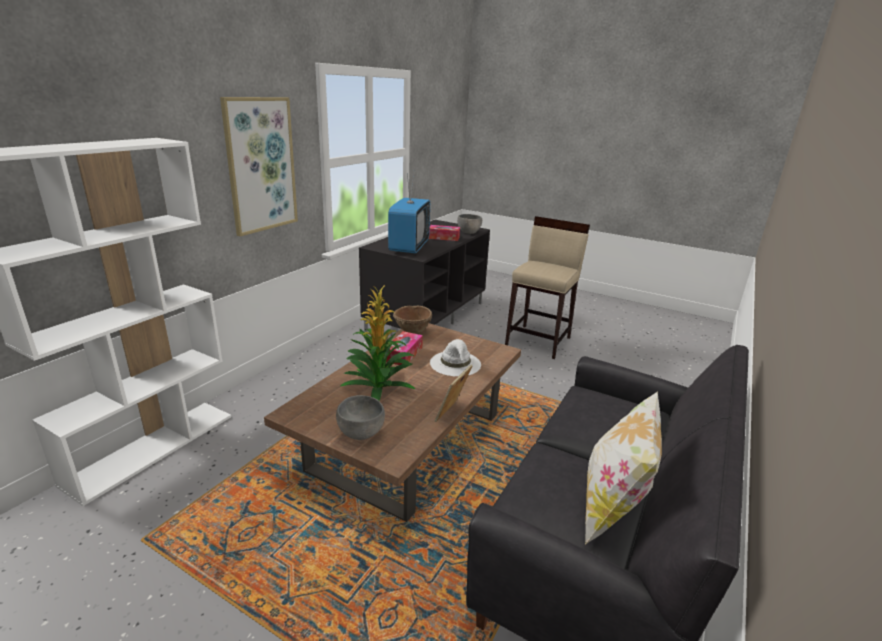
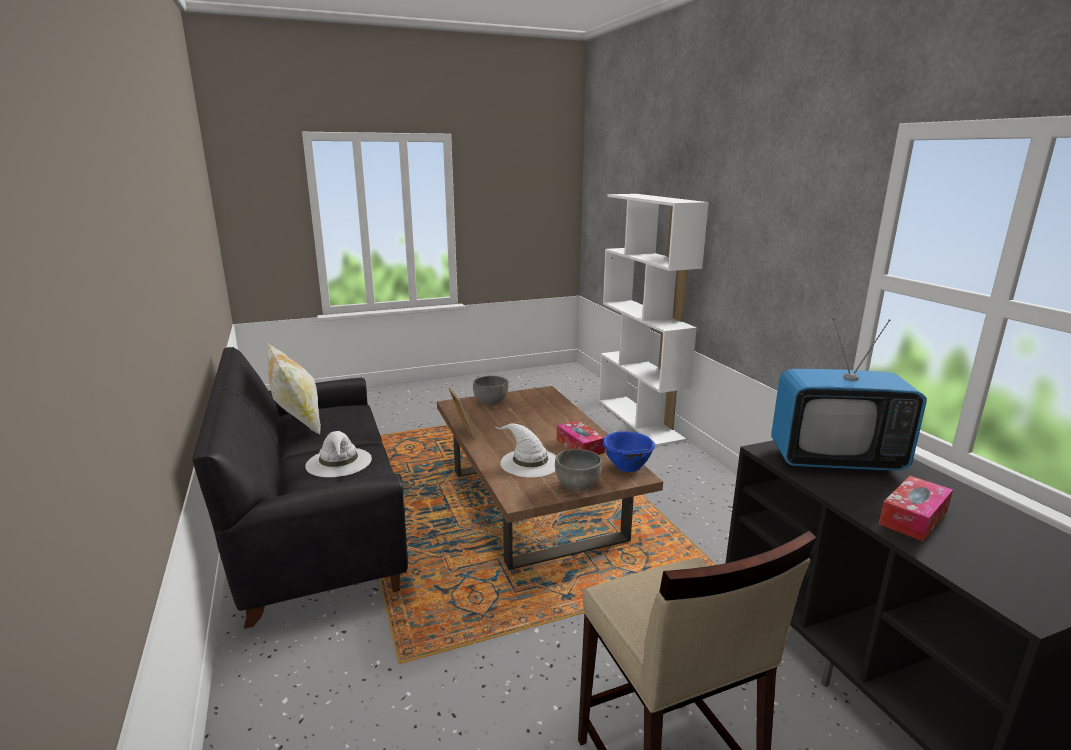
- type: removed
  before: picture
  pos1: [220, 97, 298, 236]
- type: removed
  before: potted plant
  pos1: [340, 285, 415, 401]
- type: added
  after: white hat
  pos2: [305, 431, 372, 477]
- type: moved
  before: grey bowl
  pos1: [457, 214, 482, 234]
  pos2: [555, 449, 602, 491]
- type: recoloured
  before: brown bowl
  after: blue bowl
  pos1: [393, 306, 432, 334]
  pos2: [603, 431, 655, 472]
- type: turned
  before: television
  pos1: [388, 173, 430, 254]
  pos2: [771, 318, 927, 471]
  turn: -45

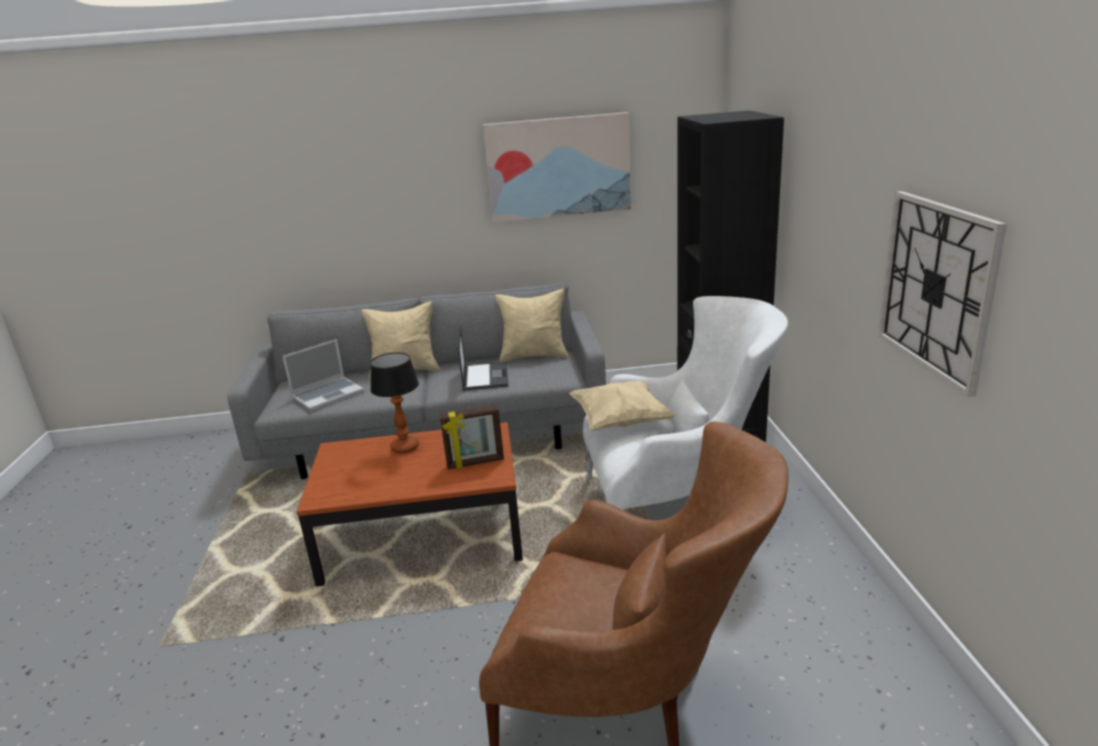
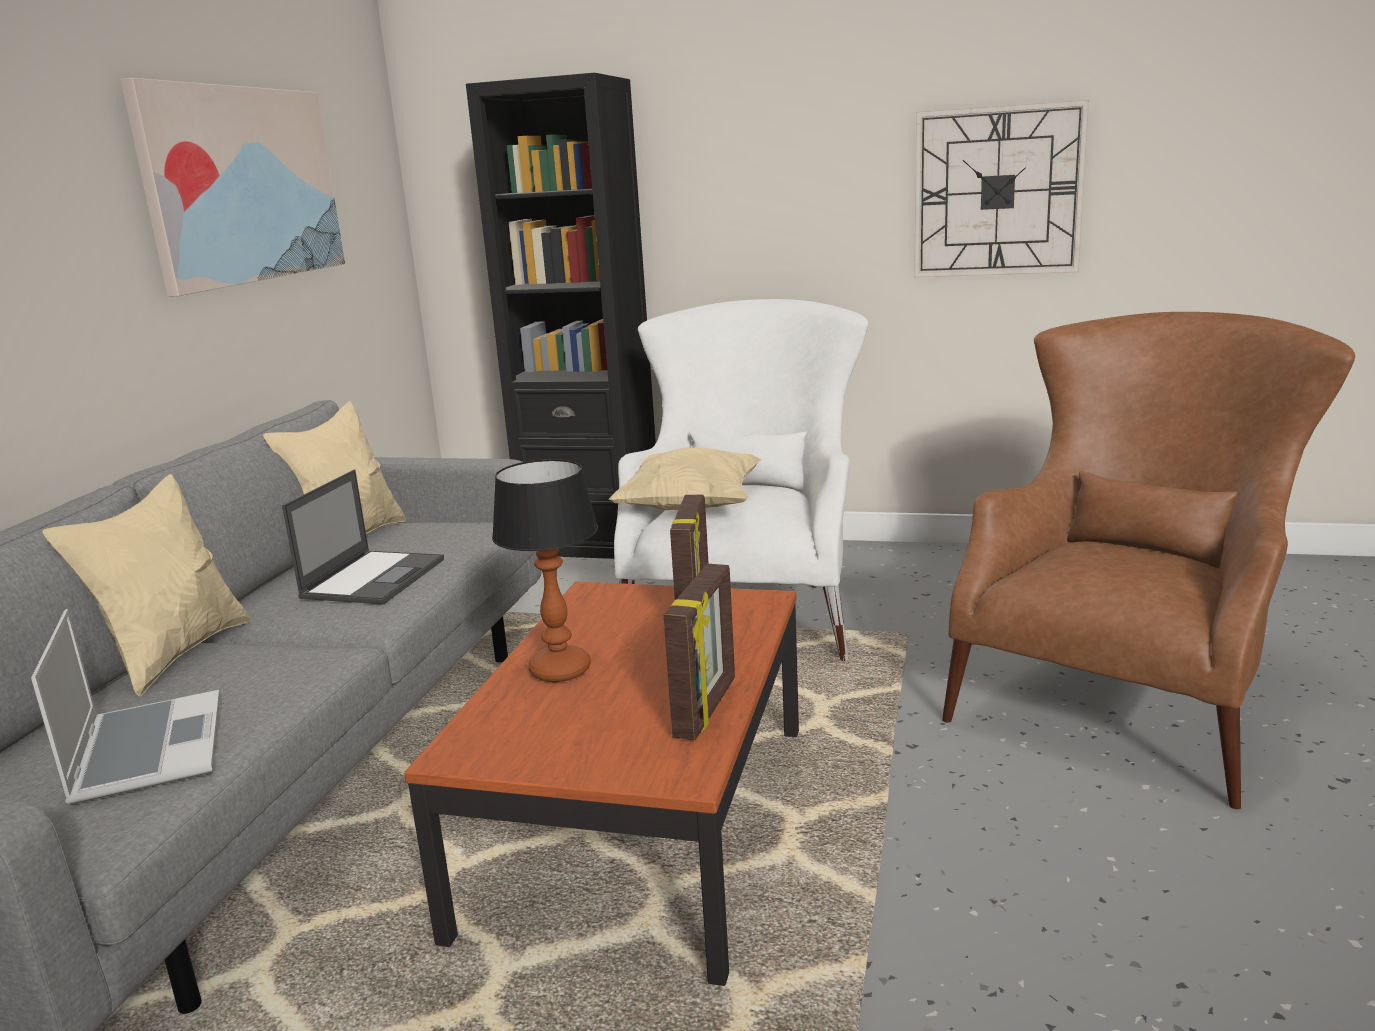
- type: added
  after: picture frame
  pos2: [664, 564, 735, 740]
- type: turned
  before: laptop
  pos1: [457, 327, 508, 391]
  pos2: [282, 469, 444, 605]
  turn: 90

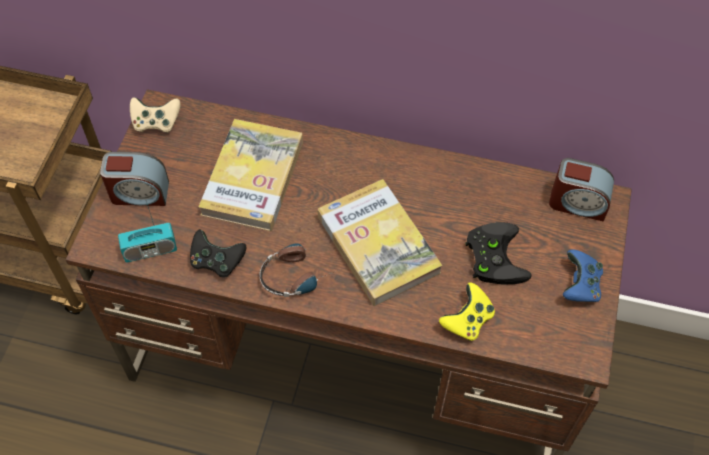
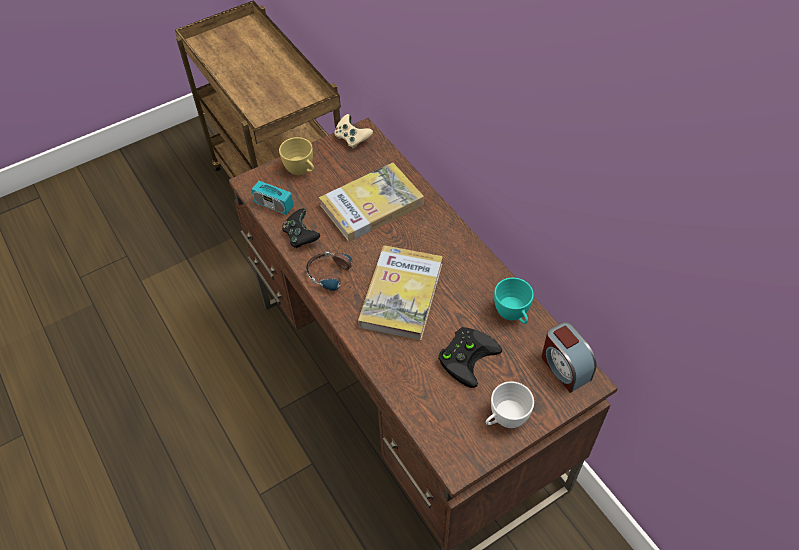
- type: removed
  before: yellow game controller
  pos1: [439, 282, 495, 341]
- type: added
  after: turquoise cup
  pos2: [494, 278, 534, 324]
- type: replaced
  before: alarm clock
  after: yellow cup
  pos1: [100, 152, 169, 206]
  pos2: [279, 137, 314, 175]
- type: replaced
  before: blue game controller
  after: white cup
  pos1: [563, 250, 603, 302]
  pos2: [486, 381, 534, 428]

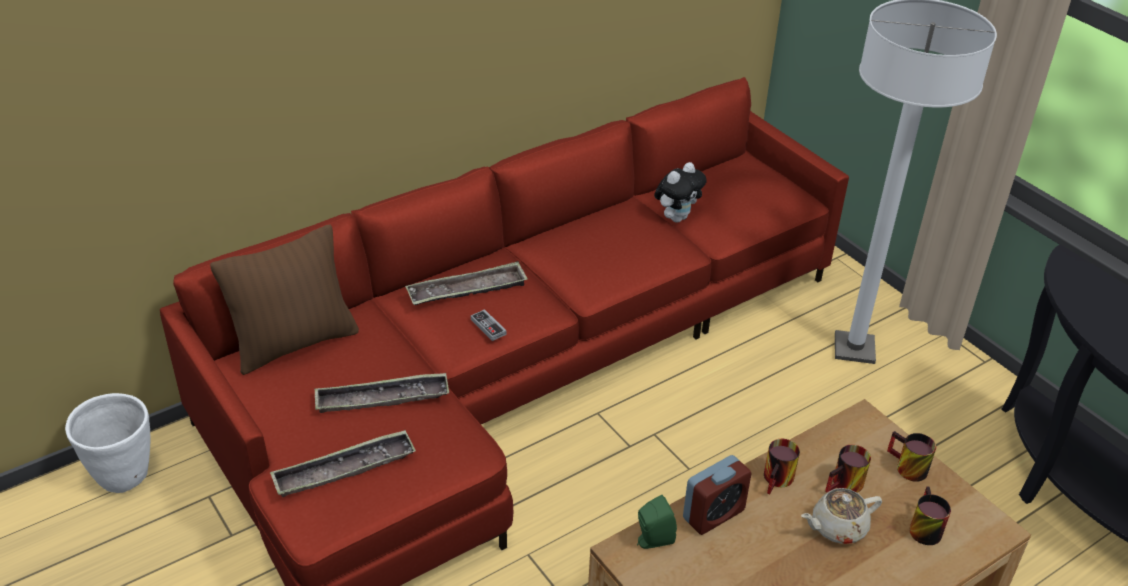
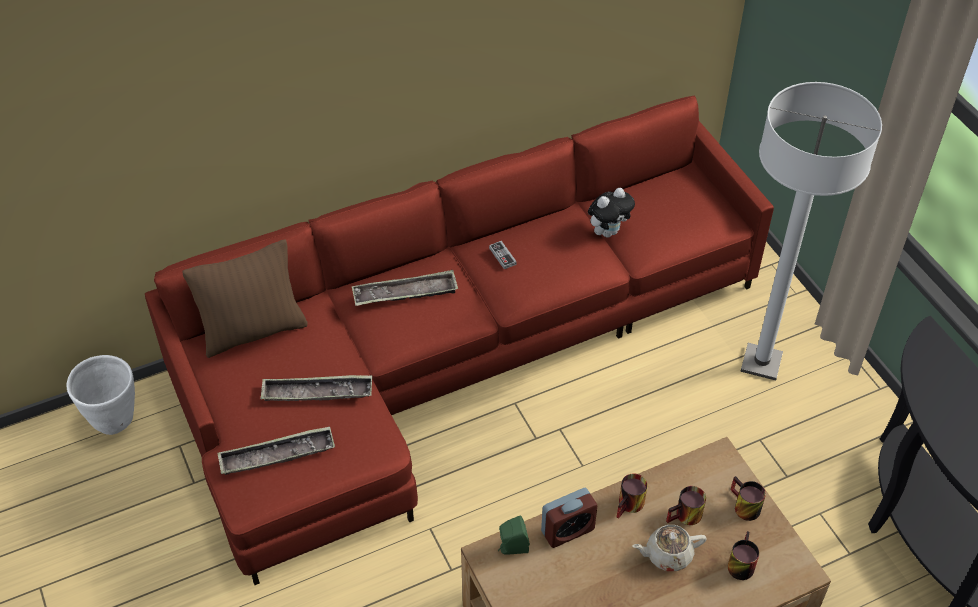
- type: moved
  before: game controller
  pos1: [471, 309, 506, 341]
  pos2: [489, 241, 517, 269]

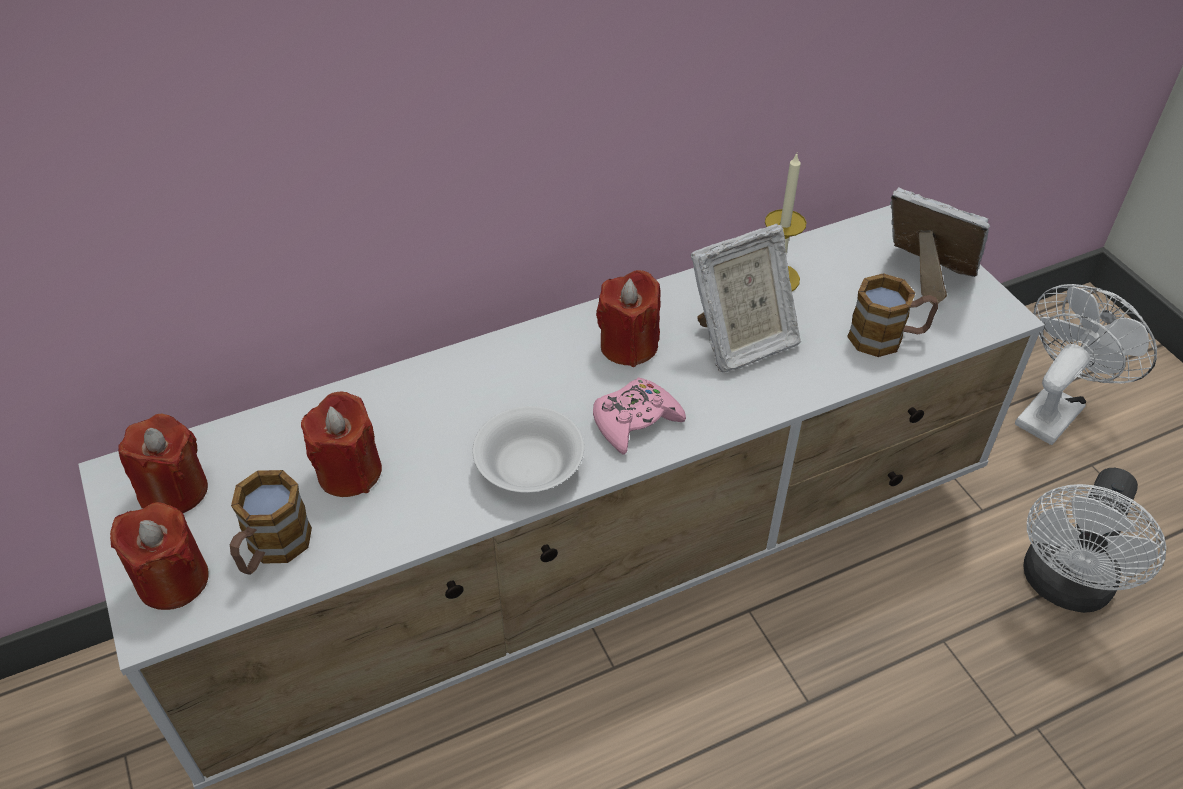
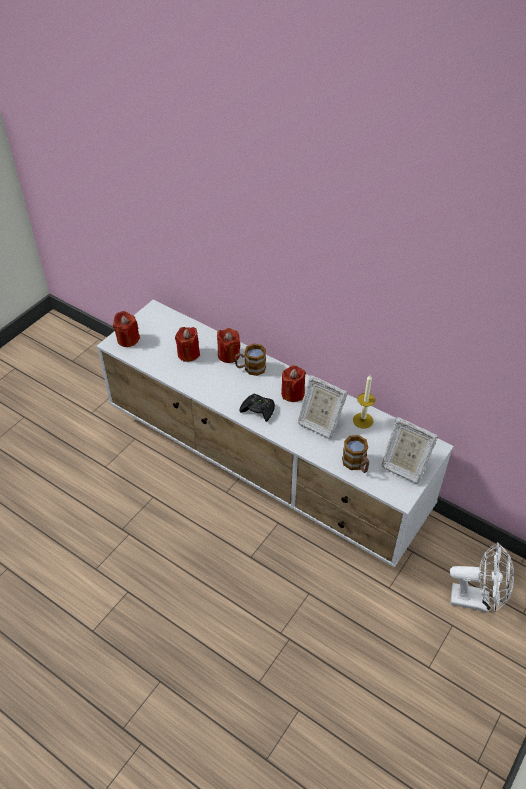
- type: removed
  before: white bowl
  pos1: [472, 406, 584, 493]
- type: removed
  before: white fan
  pos1: [1024, 468, 1166, 613]
- type: moved
  before: red candle
  pos1: [118, 414, 208, 513]
  pos2: [217, 328, 241, 363]
- type: moved
  before: mug
  pos1: [230, 470, 312, 575]
  pos2: [235, 343, 266, 376]
- type: recoloured
  before: pink game controller
  after: black game controller
  pos1: [593, 378, 686, 455]
  pos2: [240, 394, 275, 422]
- type: turned
  before: picture frame
  pos1: [890, 187, 990, 305]
  pos2: [382, 417, 438, 484]
  turn: 120

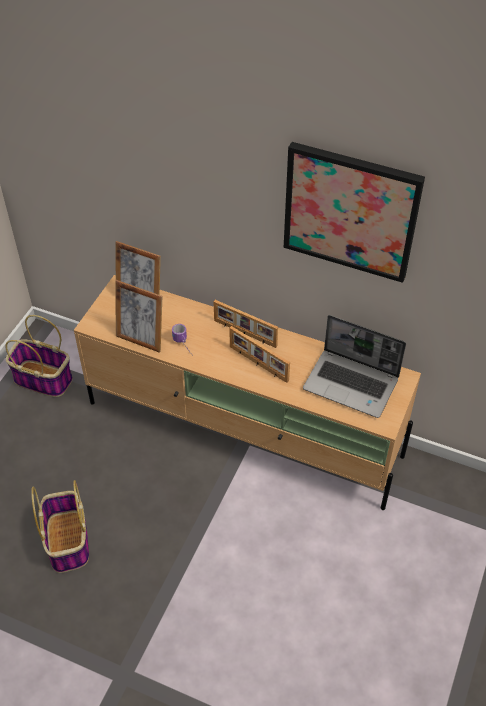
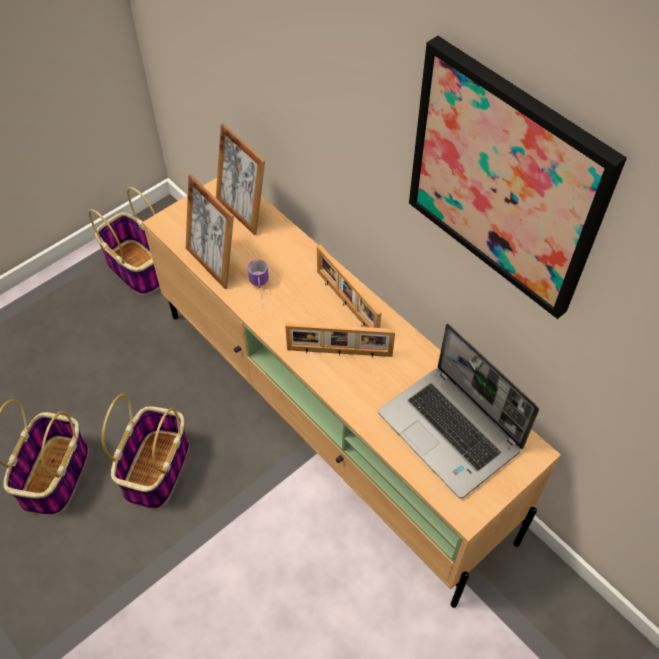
- type: added
  after: basket
  pos2: [102, 394, 189, 510]
- type: turned
  before: picture frame
  pos1: [229, 326, 290, 383]
  pos2: [285, 322, 395, 358]
  turn: -60

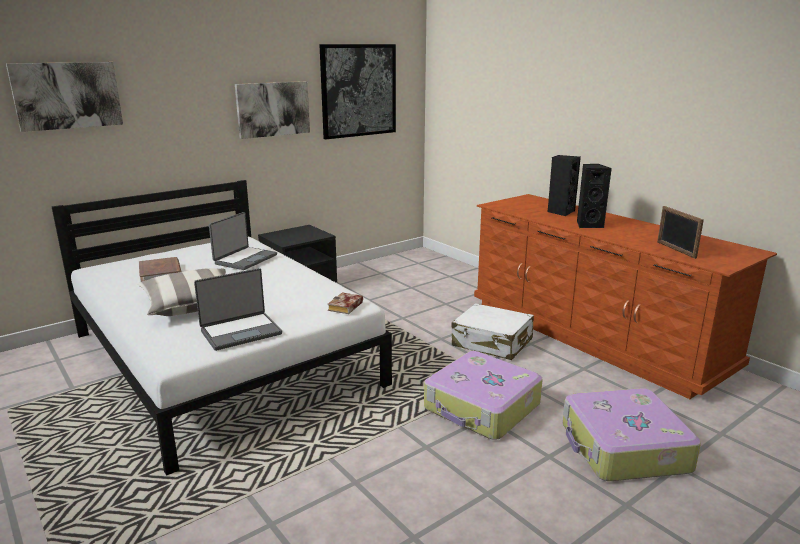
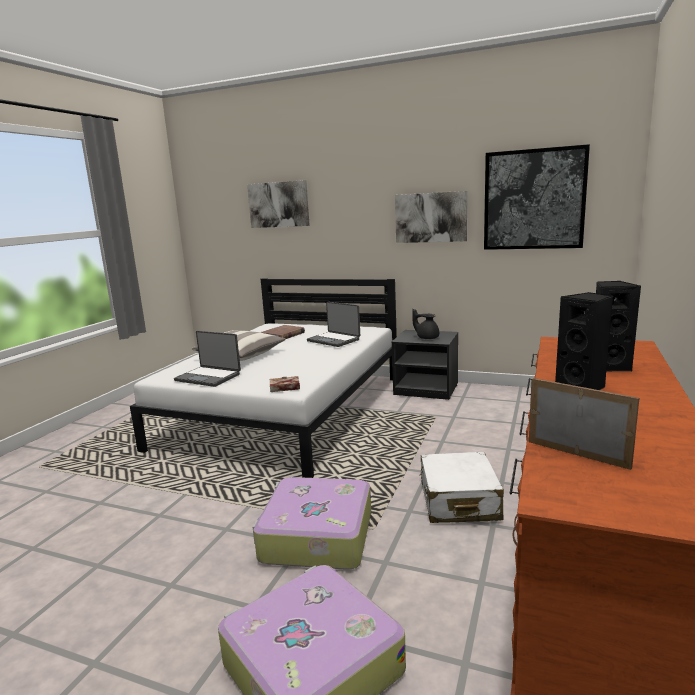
- type: added
  after: black teapot
  pos2: [412, 309, 439, 339]
- type: turned
  before: laptop
  pos1: [209, 212, 277, 270]
  pos2: [307, 302, 360, 347]
  turn: 45
- type: turned
  before: picture frame
  pos1: [657, 206, 704, 259]
  pos2: [529, 378, 639, 470]
  turn: 90

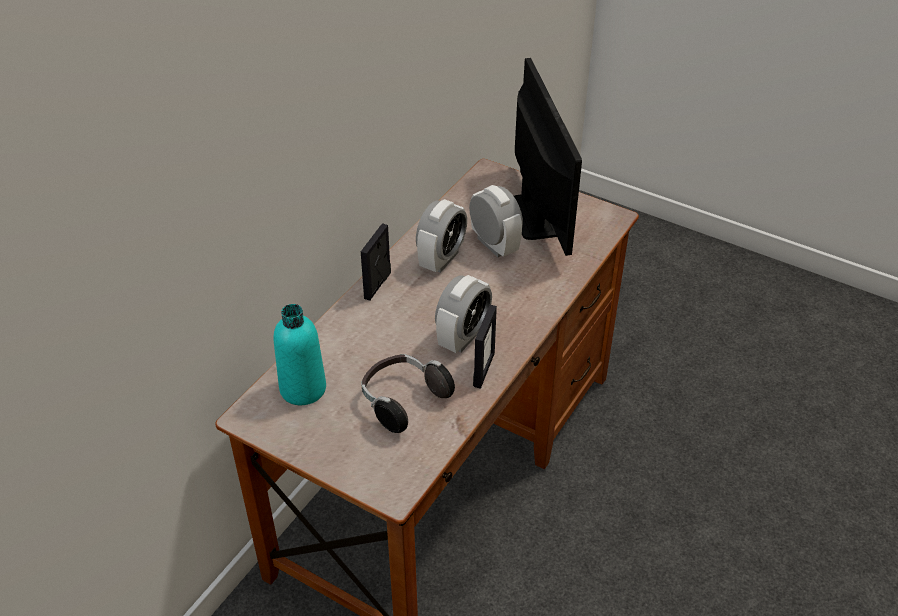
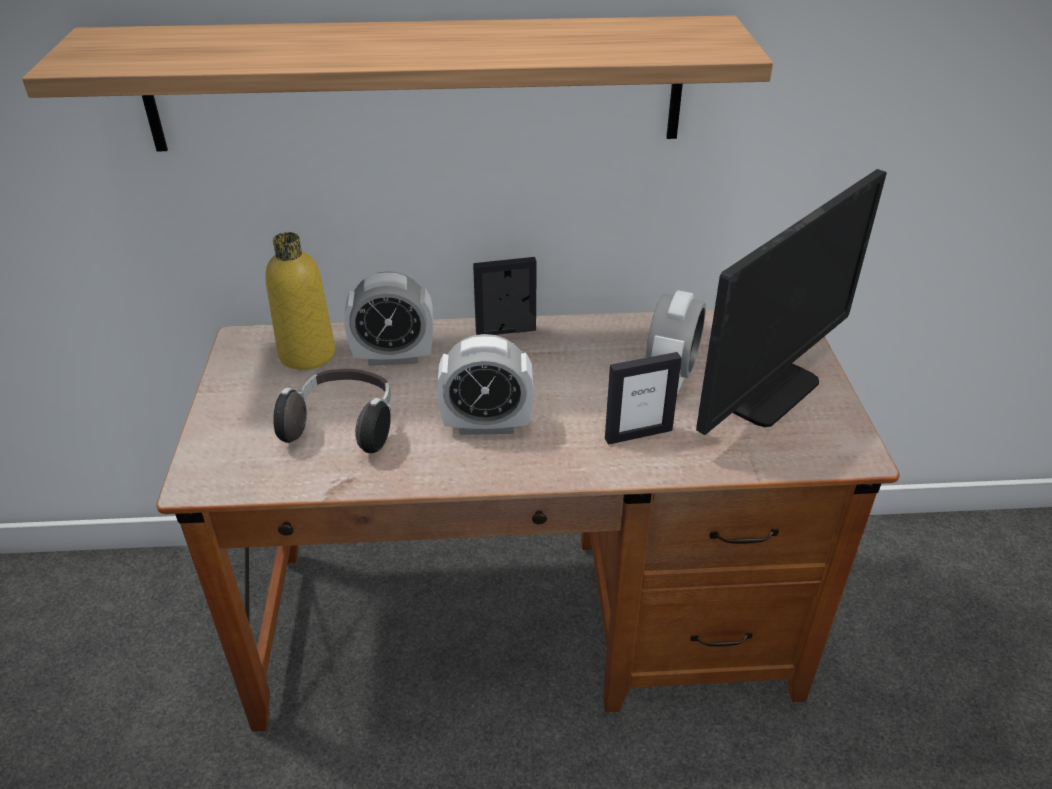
- type: added
  after: shelf
  pos2: [22, 15, 773, 151]
- type: moved
  before: alarm clock
  pos1: [416, 199, 467, 273]
  pos2: [344, 271, 433, 366]
- type: moved
  before: picture frame
  pos1: [473, 305, 497, 389]
  pos2: [605, 352, 682, 445]
- type: recoloured
  before: turquoise bottle
  after: yellow bottle
  pos1: [274, 304, 326, 405]
  pos2: [265, 232, 335, 370]

